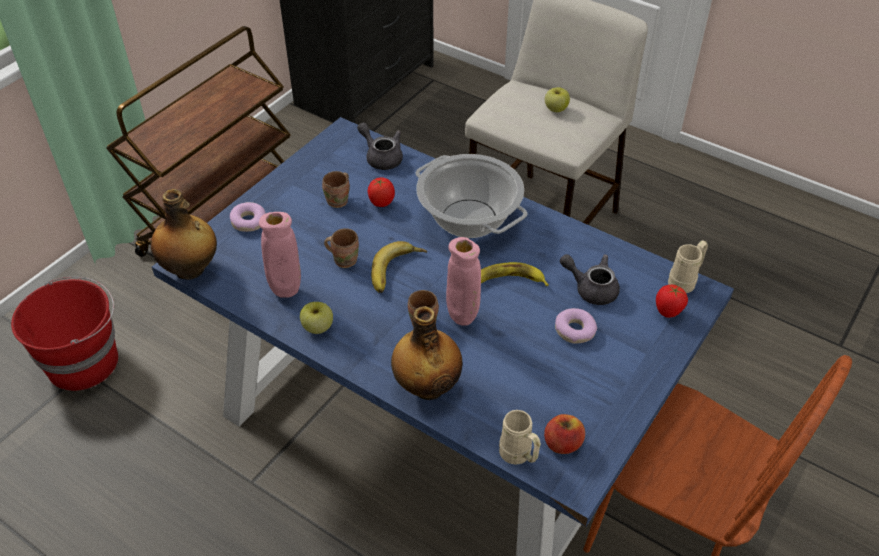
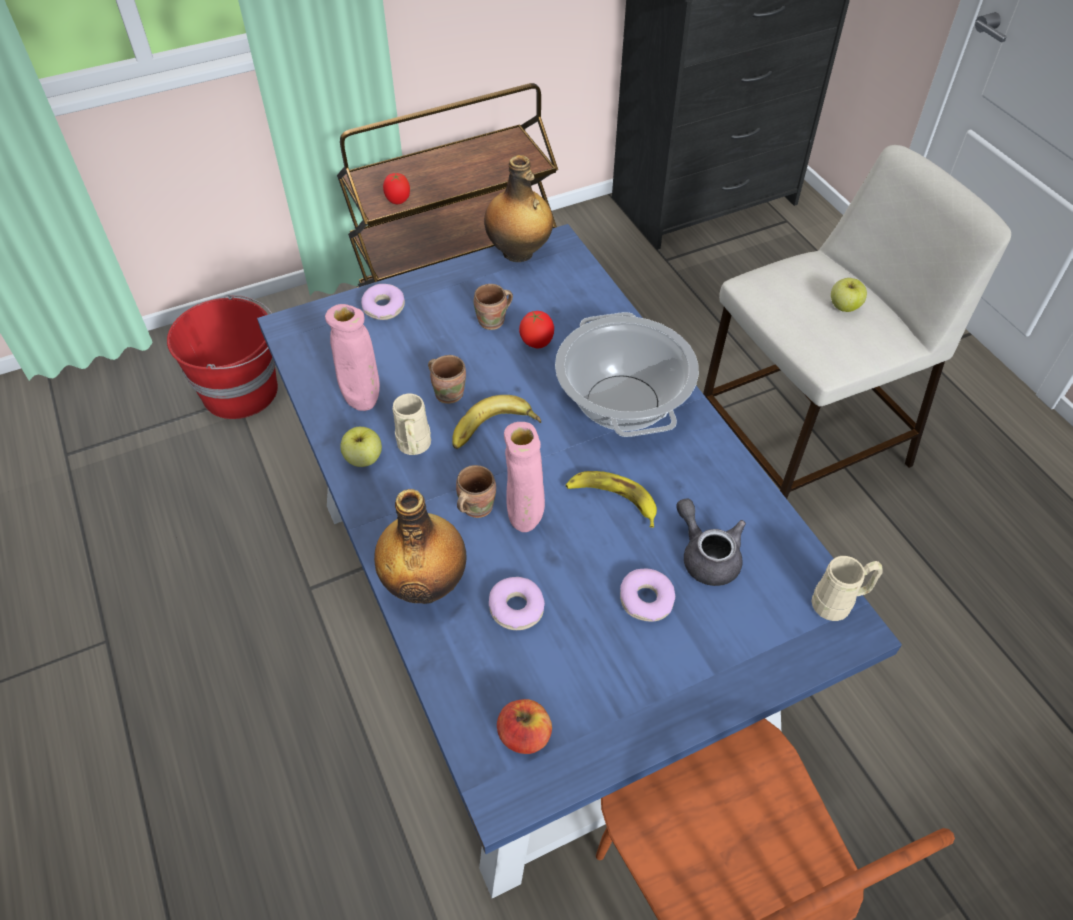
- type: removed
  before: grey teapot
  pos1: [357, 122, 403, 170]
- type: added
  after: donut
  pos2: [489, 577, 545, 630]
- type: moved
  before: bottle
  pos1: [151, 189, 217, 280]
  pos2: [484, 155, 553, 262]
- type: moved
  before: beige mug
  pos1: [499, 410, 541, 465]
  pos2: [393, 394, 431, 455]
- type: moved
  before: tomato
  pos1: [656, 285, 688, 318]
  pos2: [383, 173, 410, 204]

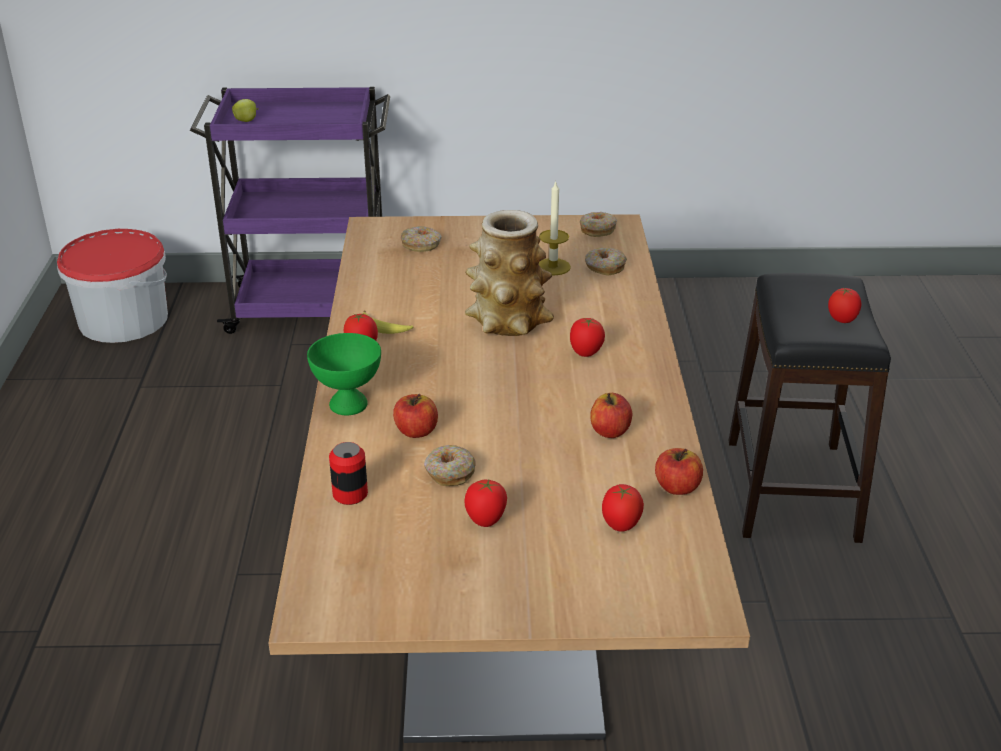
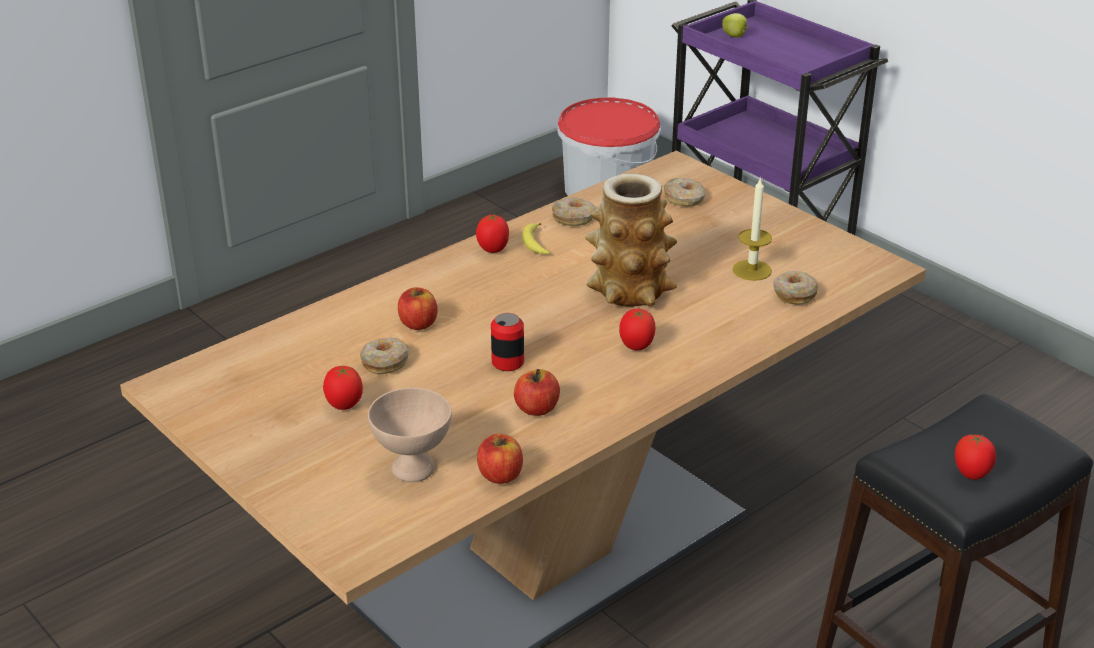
- type: removed
  before: green bowl
  pos1: [307, 333, 381, 415]
- type: moved
  before: can
  pos1: [329, 442, 368, 505]
  pos2: [491, 313, 524, 371]
- type: moved
  before: donut
  pos1: [580, 212, 617, 237]
  pos2: [552, 198, 596, 226]
- type: replaced
  before: tomato
  after: beige bowl
  pos1: [602, 484, 644, 532]
  pos2: [368, 388, 452, 482]

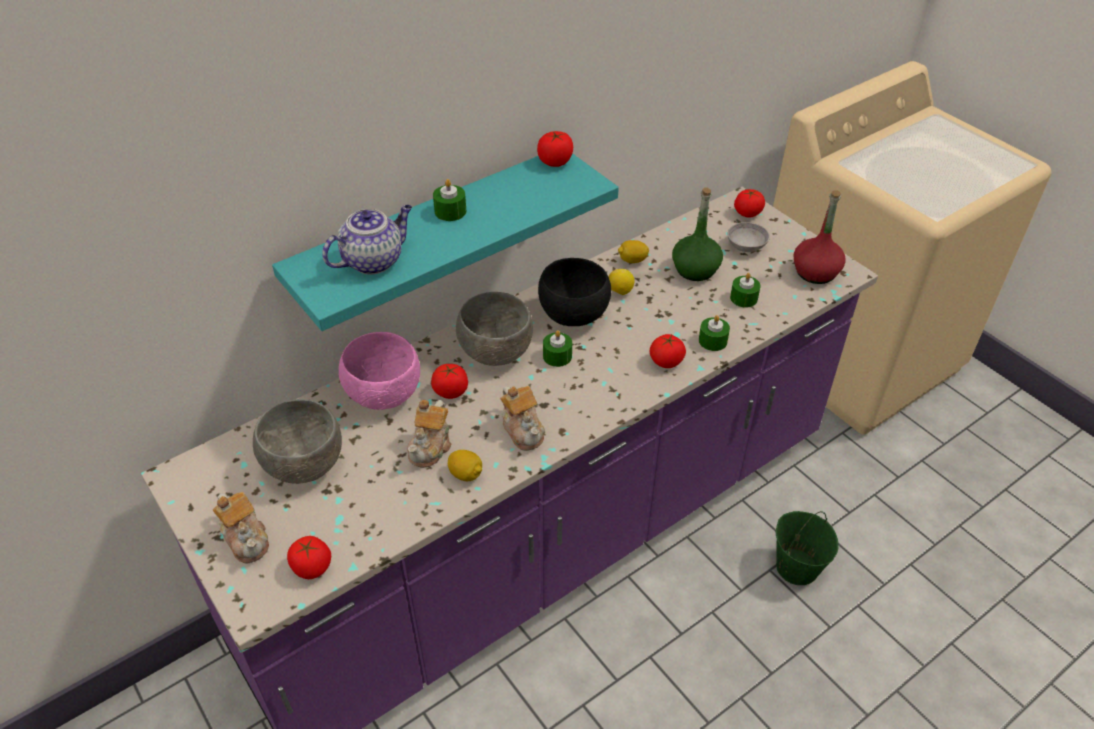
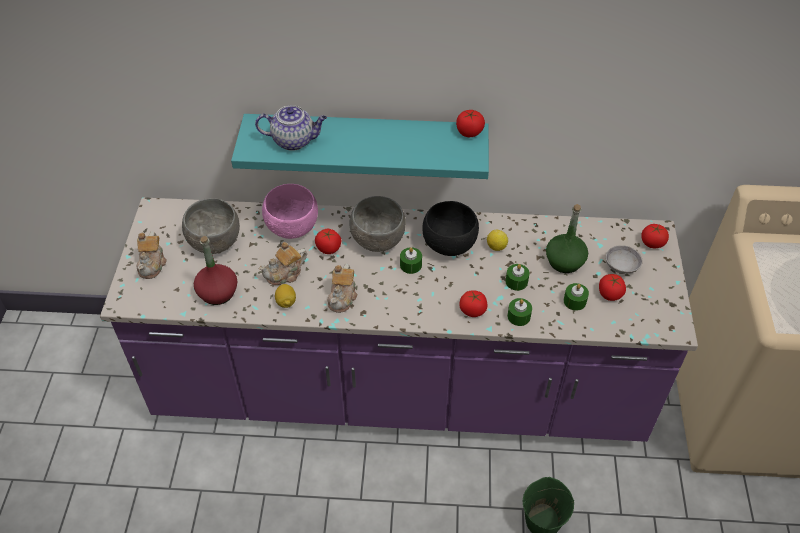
- type: removed
  before: lemon
  pos1: [618, 240, 649, 263]
- type: moved
  before: tomato
  pos1: [287, 536, 331, 579]
  pos2: [599, 274, 626, 301]
- type: moved
  before: green candle
  pos1: [433, 179, 466, 221]
  pos2: [506, 264, 530, 291]
- type: moved
  before: red bottle
  pos1: [793, 190, 846, 284]
  pos2: [194, 236, 237, 305]

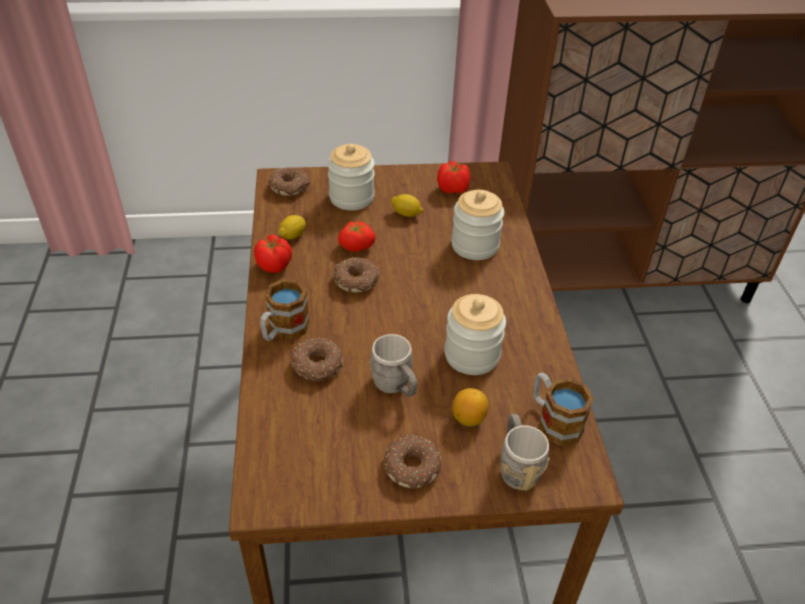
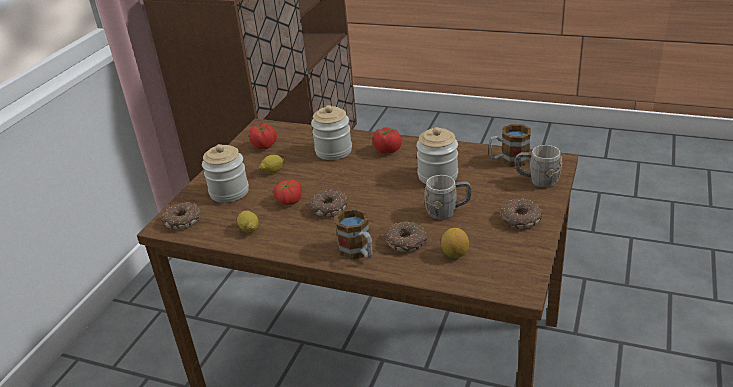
- type: moved
  before: tomato
  pos1: [254, 235, 292, 273]
  pos2: [372, 127, 402, 154]
- type: moved
  before: lemon
  pos1: [452, 388, 489, 427]
  pos2: [441, 228, 469, 258]

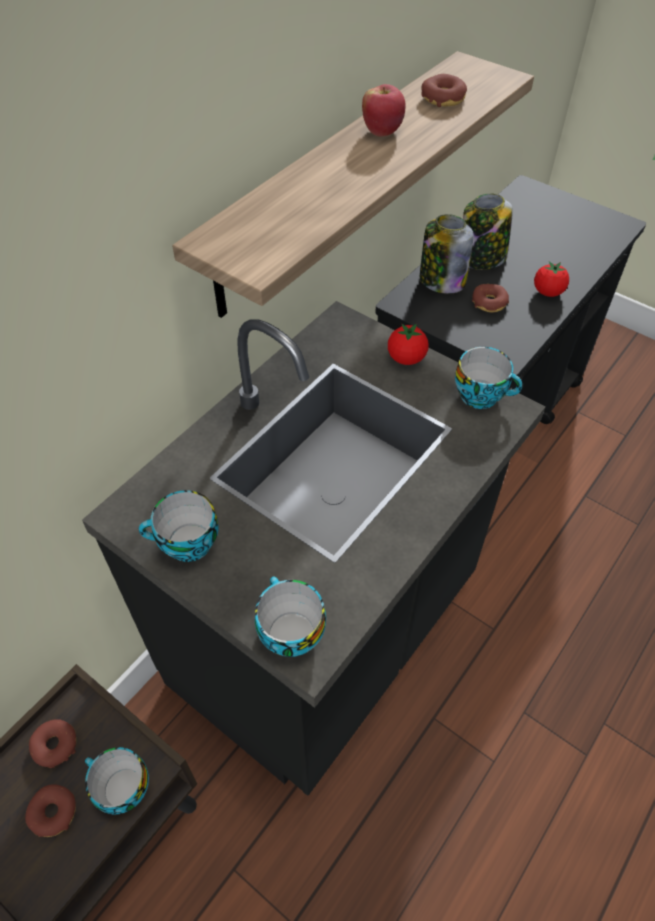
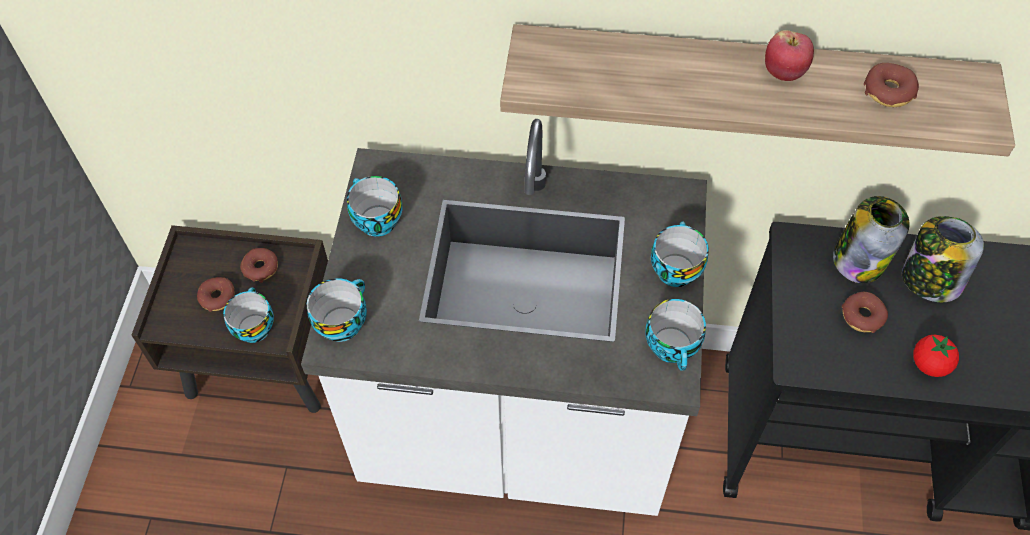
- type: replaced
  before: tomato
  after: cup
  pos1: [388, 324, 429, 365]
  pos2: [651, 222, 709, 287]
- type: recoloured
  before: black counter
  after: white counter
  pos1: [82, 301, 546, 795]
  pos2: [301, 119, 707, 516]

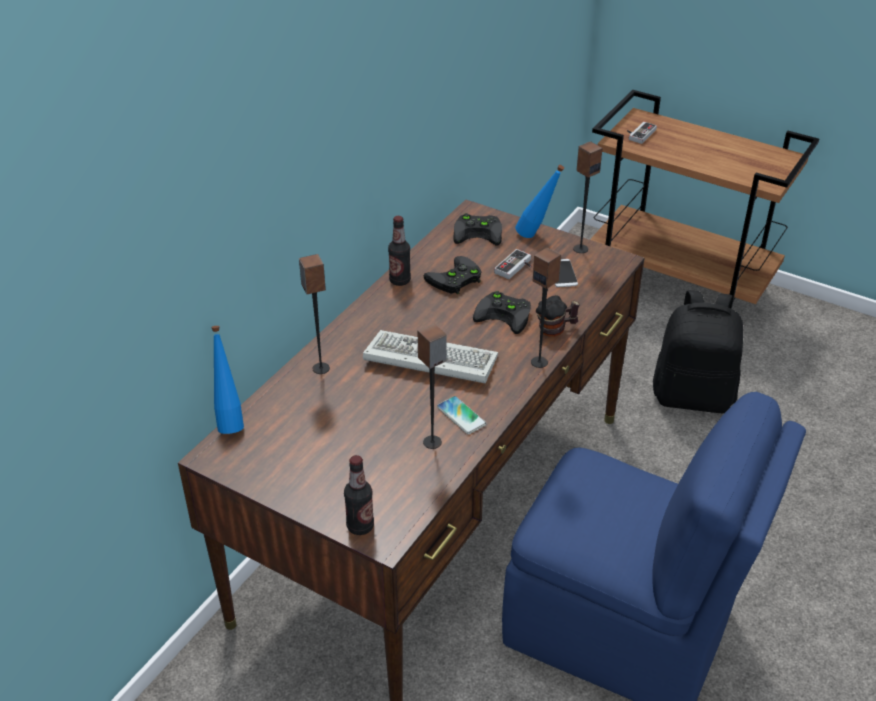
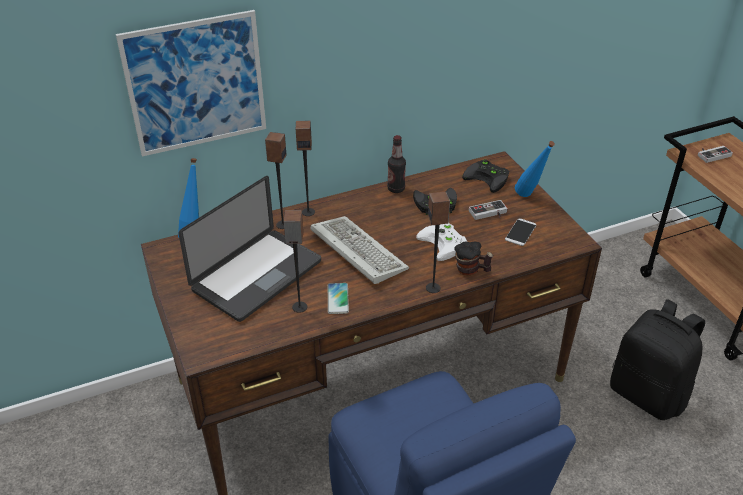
- type: removed
  before: bottle
  pos1: [344, 455, 374, 535]
- type: added
  after: picture
  pos2: [116, 10, 266, 156]
- type: added
  after: laptop
  pos2: [179, 176, 321, 322]
- type: moved
  before: speaker
  pos1: [573, 141, 602, 253]
  pos2: [296, 121, 315, 216]
- type: recoloured
  before: black game controller
  after: white game controller
  pos1: [473, 291, 531, 334]
  pos2: [416, 223, 467, 261]

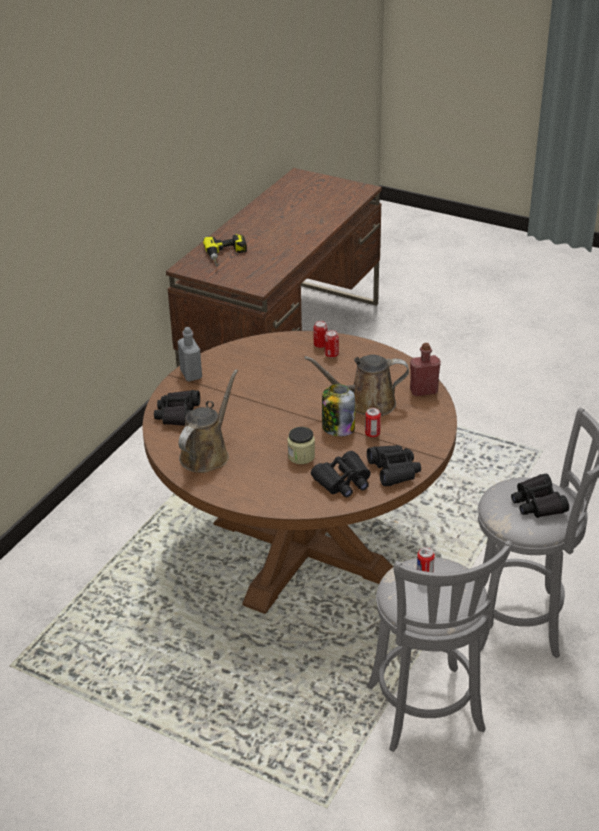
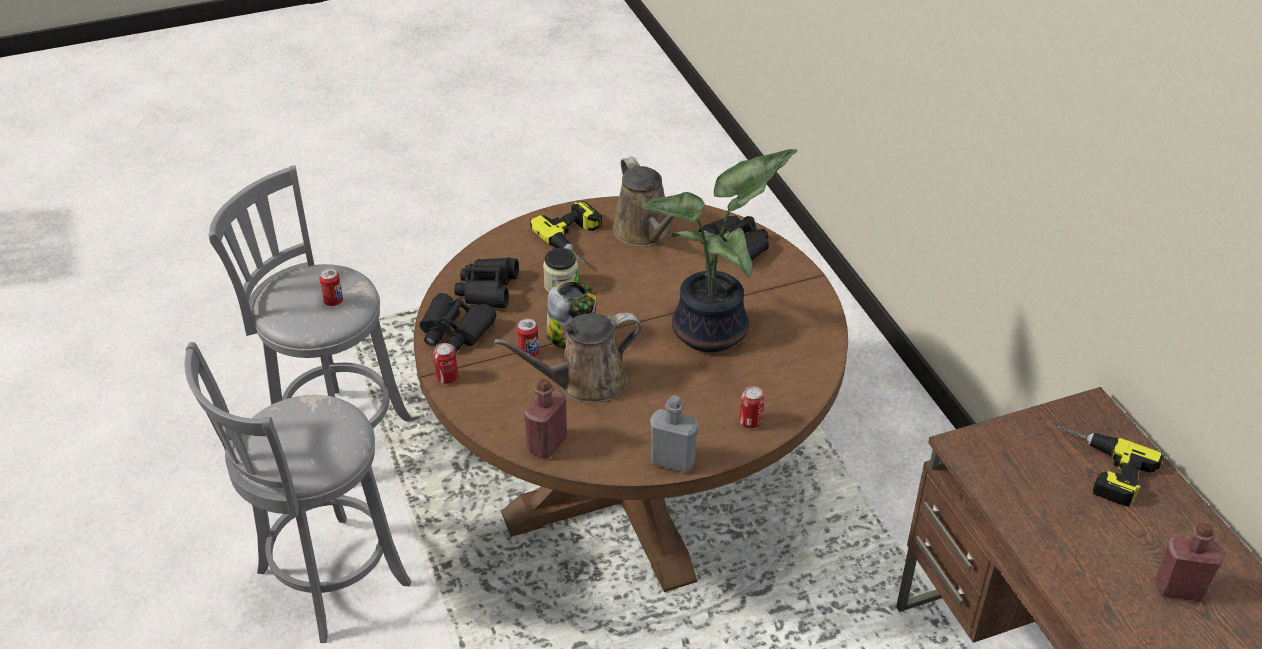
- type: removed
  before: black binoculars
  pos1: [511, 474, 569, 518]
- type: added
  after: power drill
  pos2: [530, 201, 602, 265]
- type: added
  after: potted plant
  pos2: [641, 149, 798, 352]
- type: added
  after: red bottle
  pos2: [1156, 522, 1224, 602]
- type: moved
  before: grey bottle
  pos1: [178, 327, 202, 381]
  pos2: [650, 395, 698, 473]
- type: moved
  before: can
  pos1: [325, 330, 339, 358]
  pos2: [433, 343, 458, 384]
- type: turned
  before: brown watering can
  pos1: [304, 354, 409, 416]
  pos2: [493, 313, 642, 403]
  turn: -150

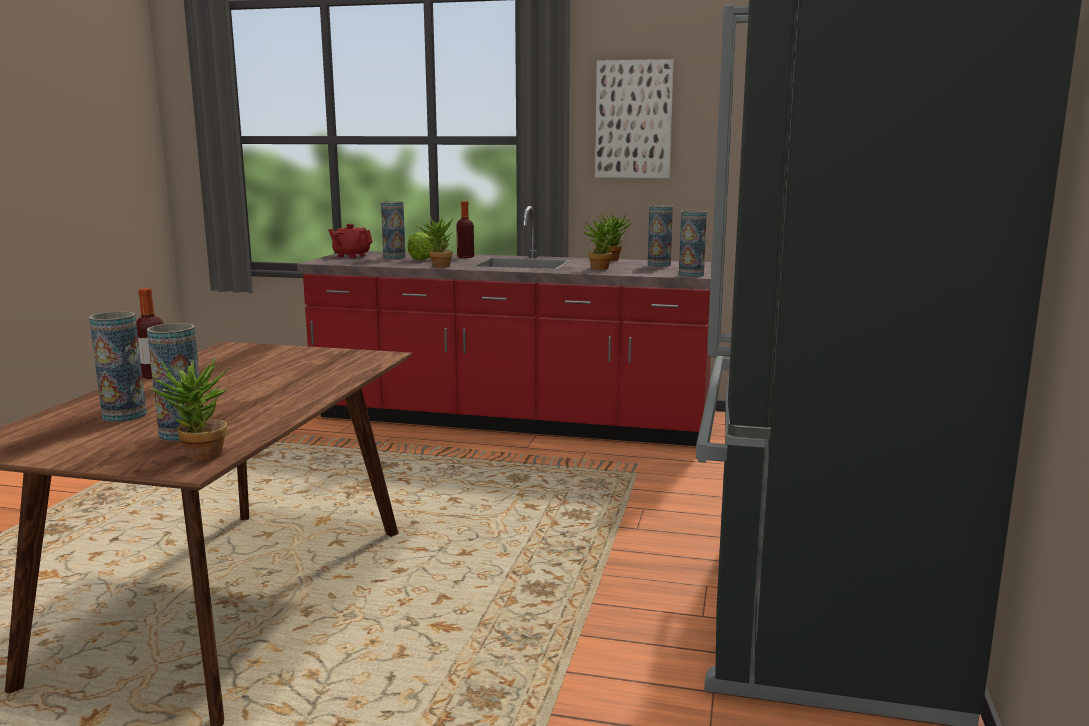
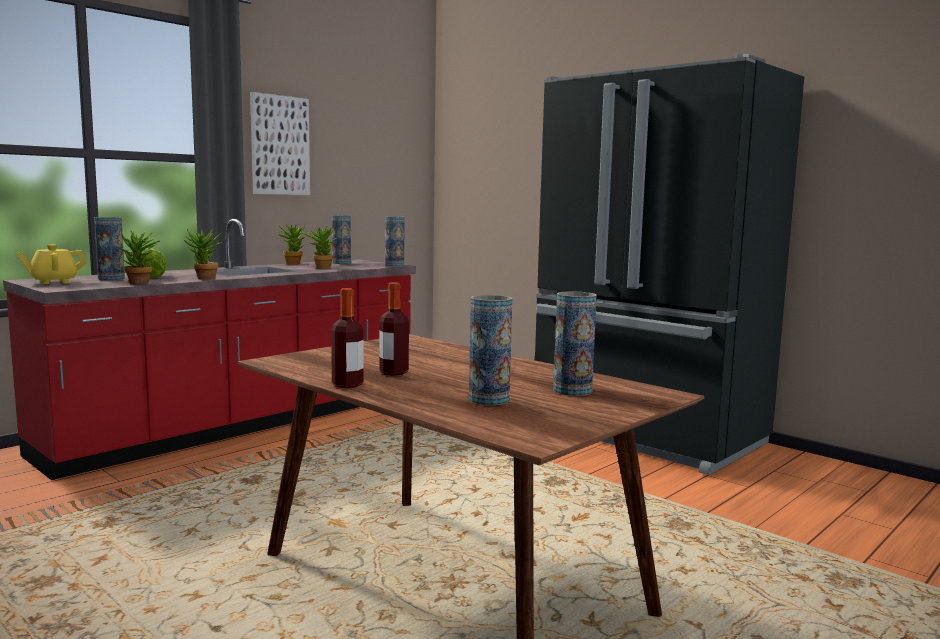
- type: moved
  before: potted plant
  pos1: [150, 357, 232, 461]
  pos2: [117, 230, 160, 284]
- type: moved
  before: bottle
  pos1: [456, 201, 474, 258]
  pos2: [379, 282, 409, 376]
- type: recoloured
  before: red teapot
  after: yellow teapot
  pos1: [328, 224, 372, 258]
  pos2: [17, 245, 86, 284]

